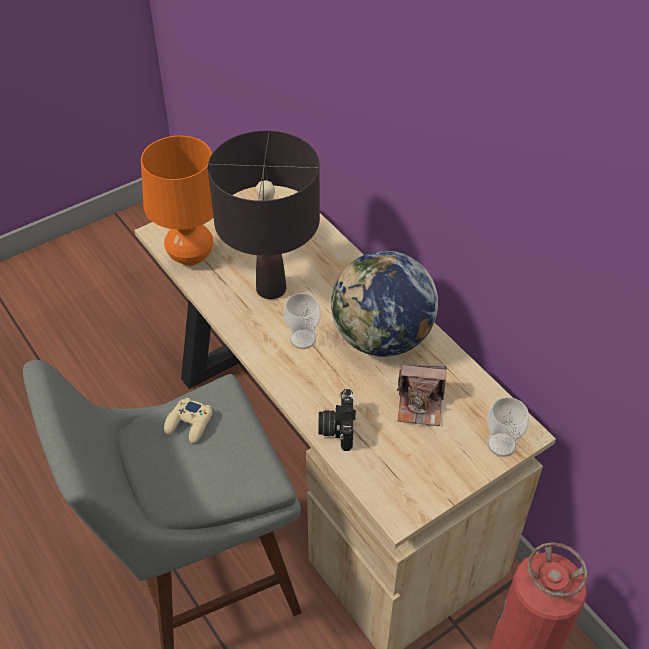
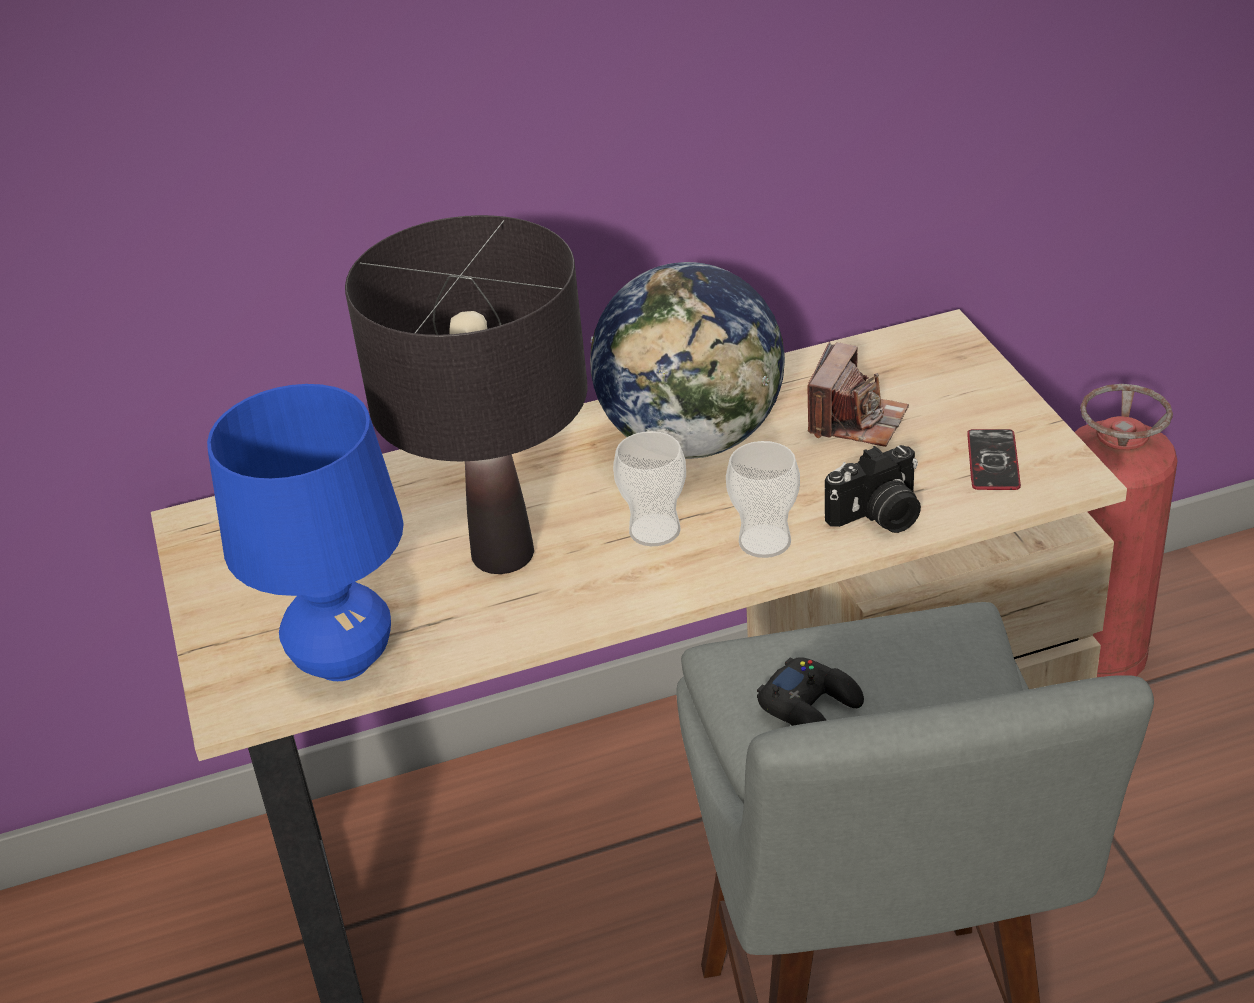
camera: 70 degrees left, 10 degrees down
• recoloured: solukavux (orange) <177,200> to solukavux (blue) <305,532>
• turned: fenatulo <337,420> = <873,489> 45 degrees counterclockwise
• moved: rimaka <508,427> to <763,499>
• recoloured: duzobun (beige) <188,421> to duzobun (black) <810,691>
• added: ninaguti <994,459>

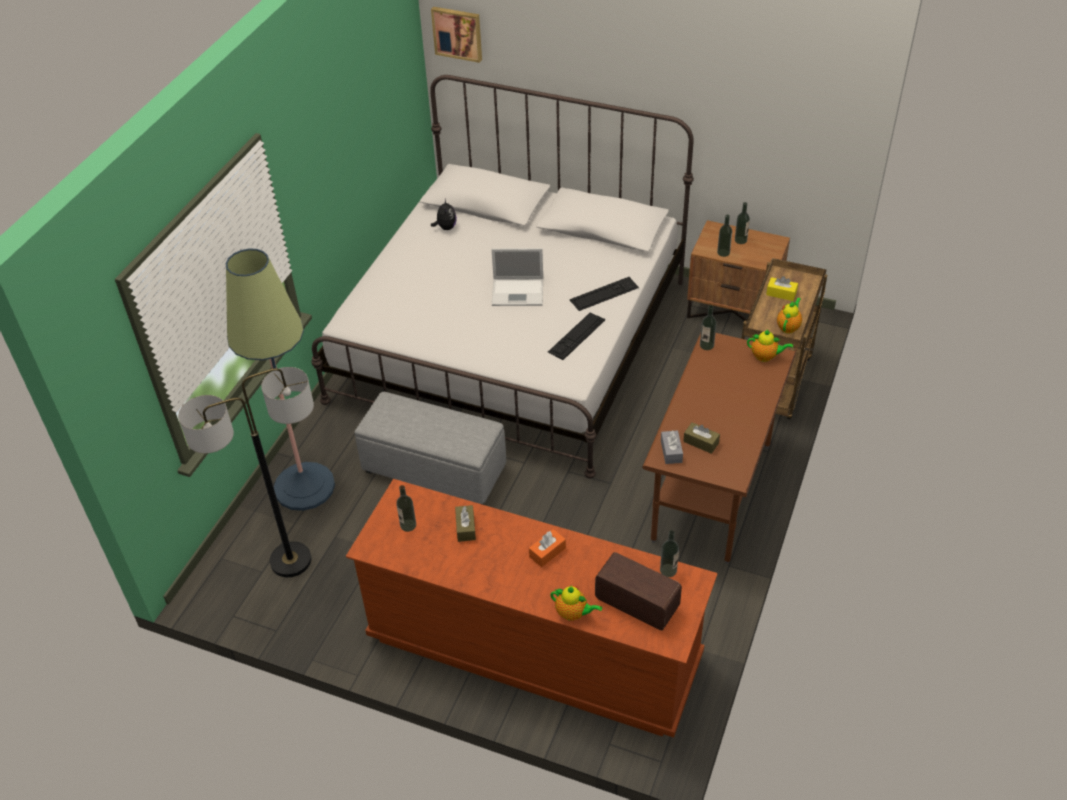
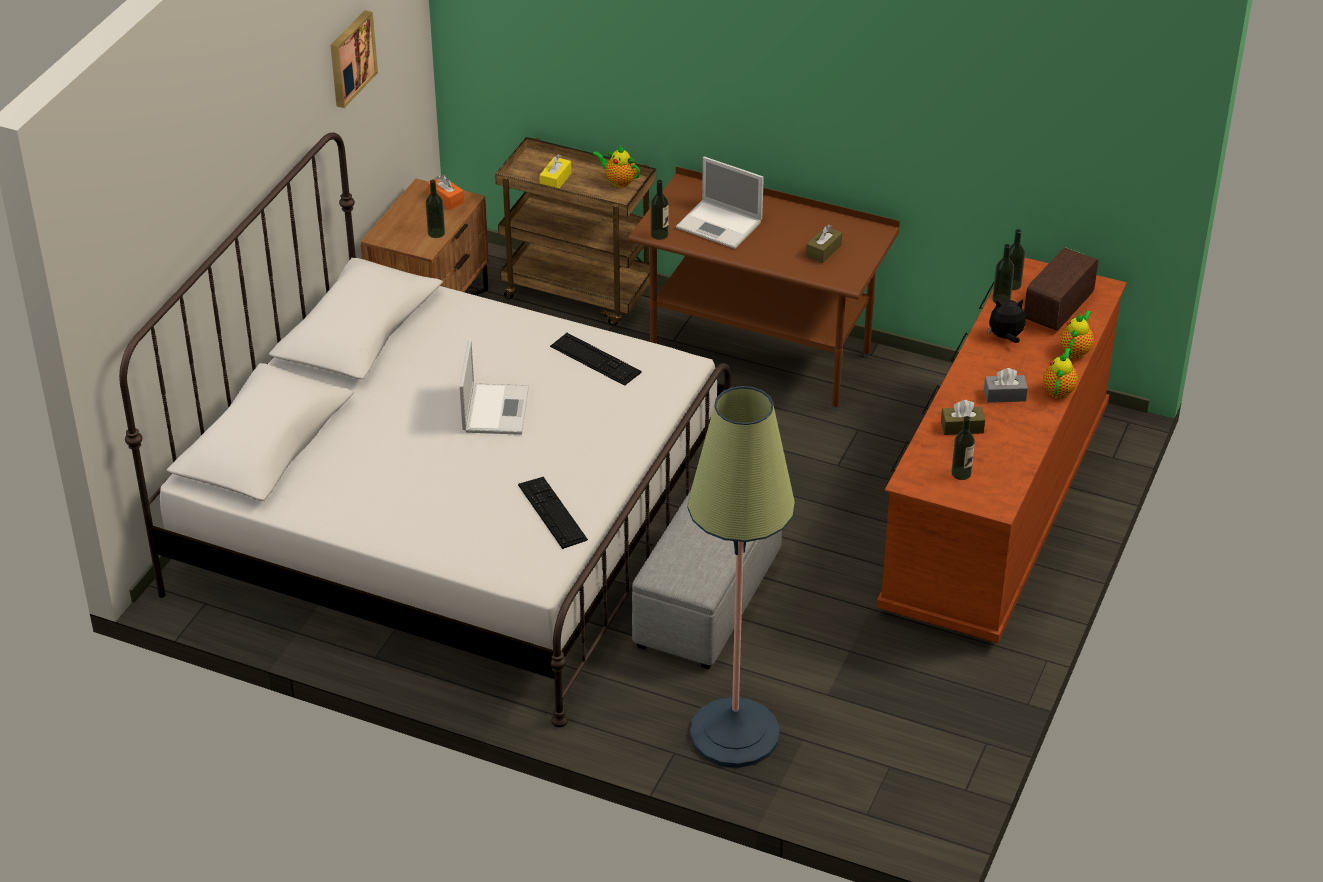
camera: 90 degrees left, 5 degrees down
• moved: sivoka <456,35> to <354,59>
• moved: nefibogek <444,214> to <1006,321>
• moved: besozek <742,223> to <1003,273>
• moved: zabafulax <604,294> to <553,513>
• moved: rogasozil <770,346> to <1060,373>
• removed: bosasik <246,472>
• moved: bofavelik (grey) <672,447> to <1006,385>
• moved: bofavelik (orange) <547,548> to <446,192>
• added: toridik <720,203>

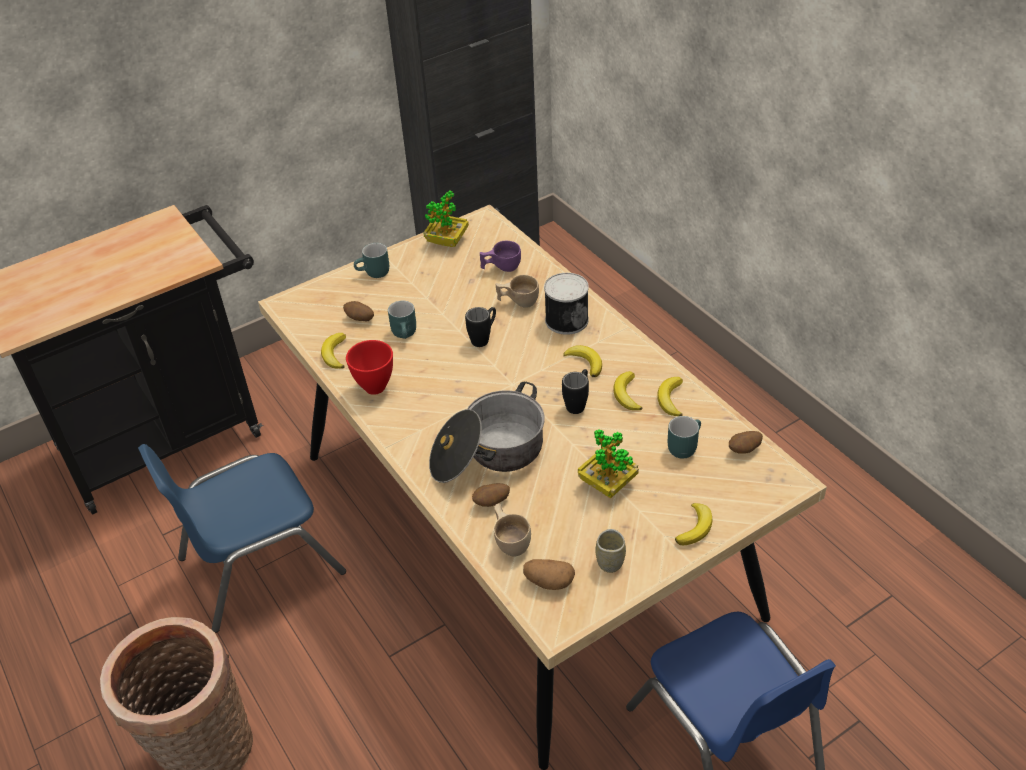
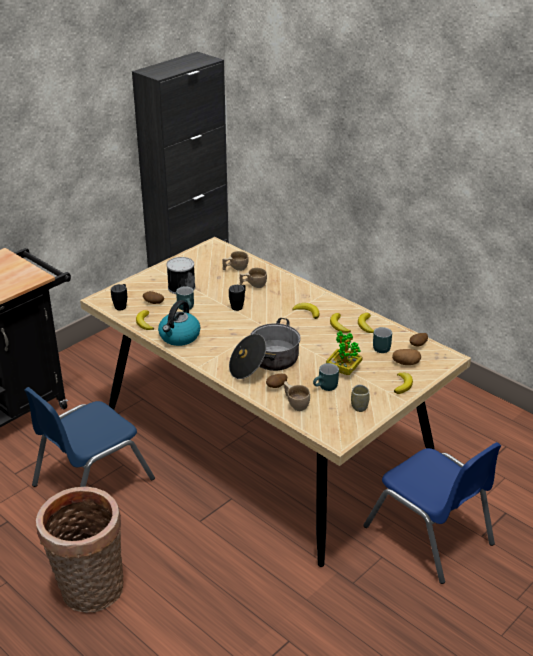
camera: 15 degrees left, 10 degrees down
• removed: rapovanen <446,218>
• recoloured: rimaka (purple) <500,256> to rimaka (beige) <235,261>
• moved: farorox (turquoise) <371,260> to <326,377>
• moved: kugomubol <566,304> to <180,275>
• replaced: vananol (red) <369,367> to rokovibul <179,323>
• moved: farorox (black) <575,391> to <119,297>
• moved: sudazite <549,574> to <406,357>

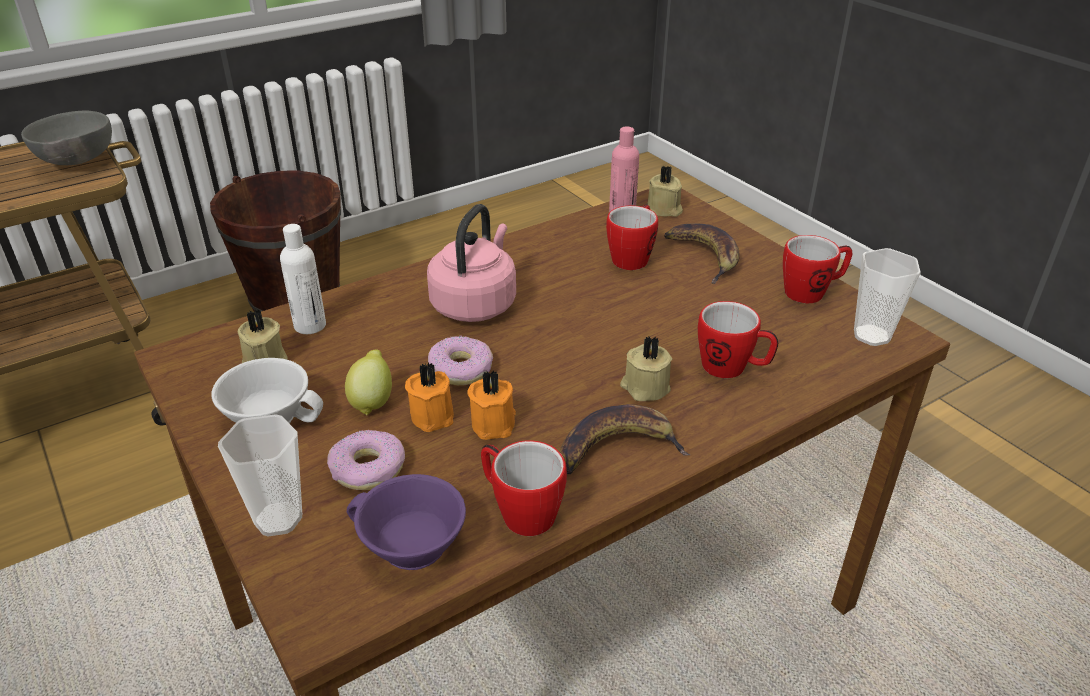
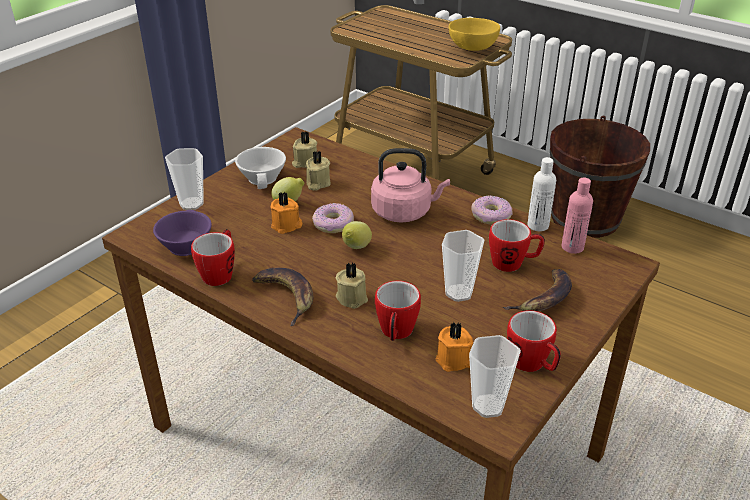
camera: 70 degrees right, 0 degrees up
• recoloured: vananol (grey) <66,137> to vananol (yellow) <474,34>
• moved: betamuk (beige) <665,191> to <318,171>
• moved: besozek (white) <303,279> to <541,194>
• moved: betamuk (orange) <491,405> to <454,347>
• moved: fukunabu <366,459> to <491,210>
• added: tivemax <357,235>
• added: rimaka <463,266>

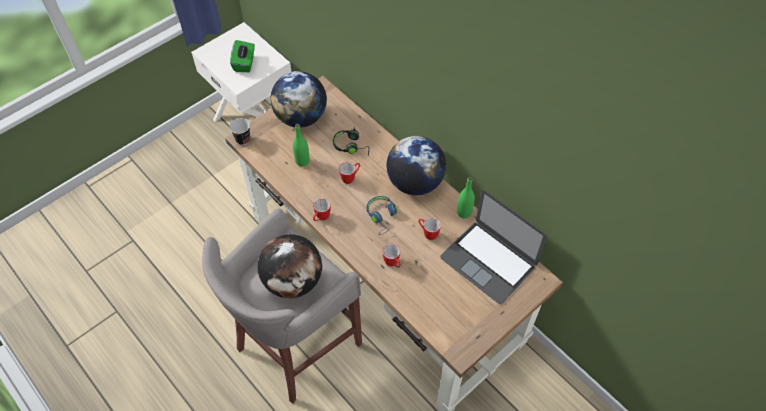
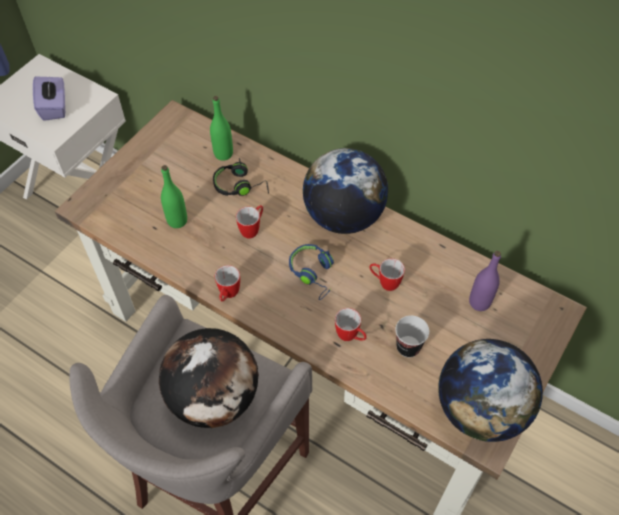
camera: 15 degrees left, 0 degrees up
• recoloured: bofavelik (green) <242,56> to bofavelik (purple) <49,98>
• moved: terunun <299,99> to <490,390>
• moved: rimaka <240,131> to <412,336>
• moved: besozek (green) <466,197> to <221,128>
• replaced: toridik <493,247> to besozek (purple) <485,281>

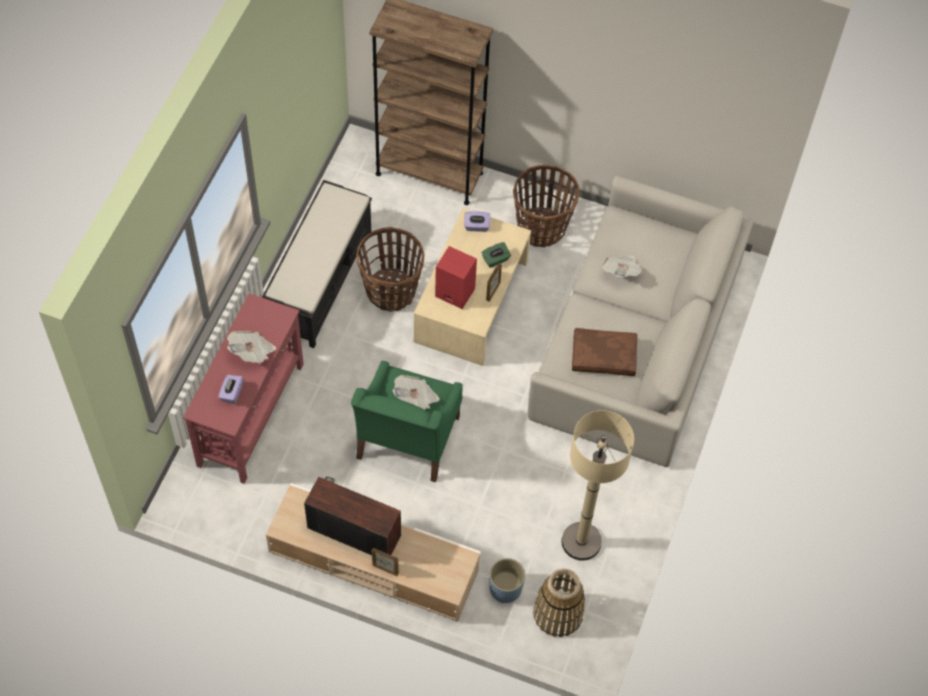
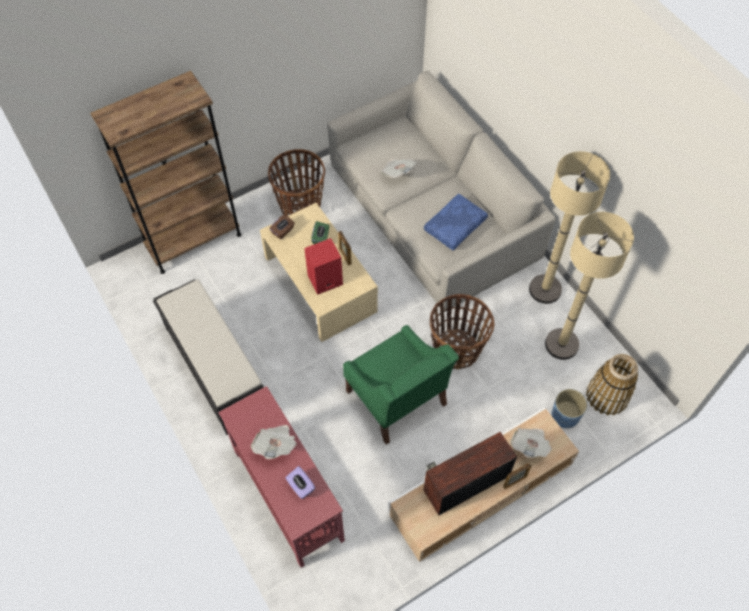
camera: 50 degrees left, 0 degrees up
• recoloured: bofavelik (purple) <477,221> to bofavelik (brown) <282,226>
• moved: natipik <390,269> to <462,331>
• recoloured: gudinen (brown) <604,352> to gudinen (blue) <456,222>
• moved: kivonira <416,392> to <531,443>
• added: bosasik (beige) <569,227>

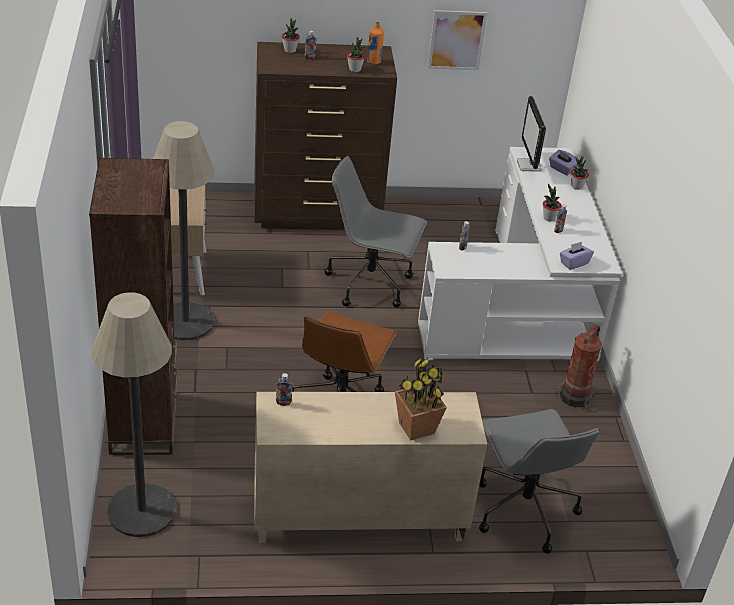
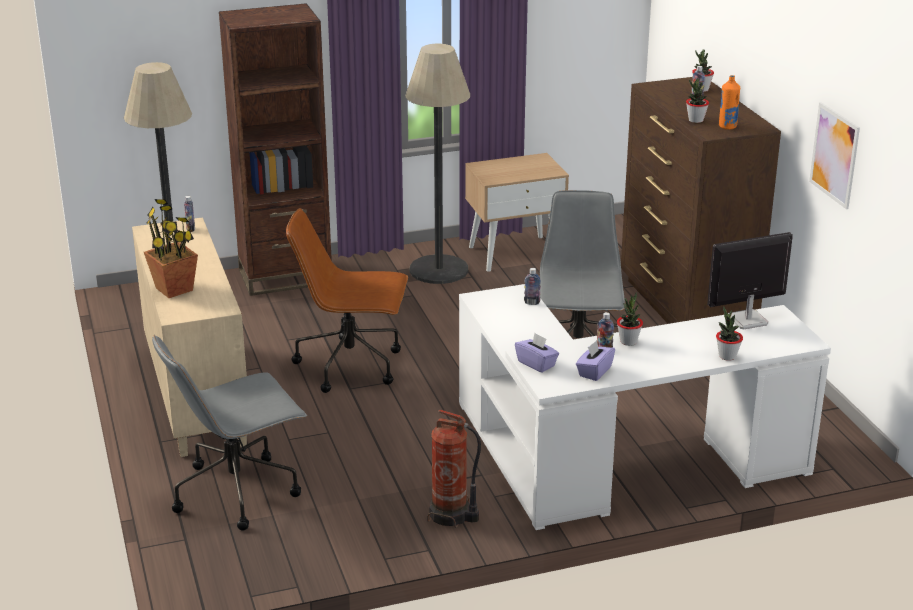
camera: 80 degrees right, 10 degrees down
• moved: bofavelik (purple) <563,162> to <595,360>

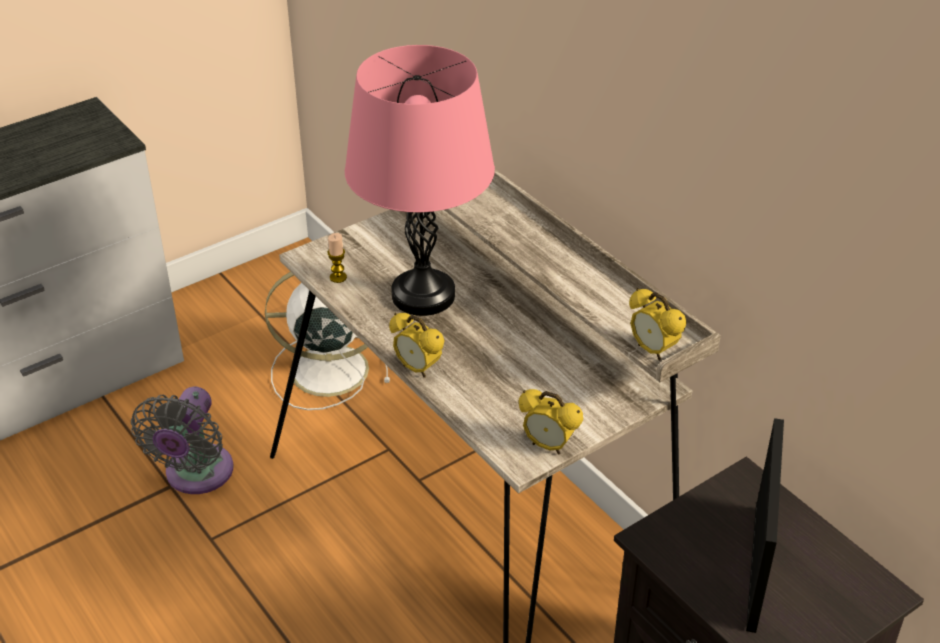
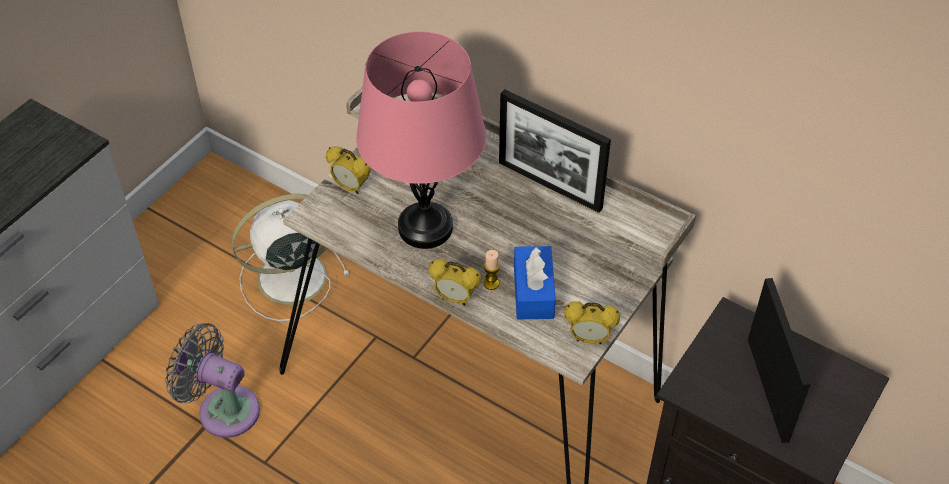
camera: 20 degrees left, 10 degrees up
• moved: betamuk <337,258> to <492,270>
• moved: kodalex <658,324> to <348,170>
• turned: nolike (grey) <182,440> = <212,380> 120 degrees clockwise
• added: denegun <555,151>
• added: bofavelik (blue) <535,282>

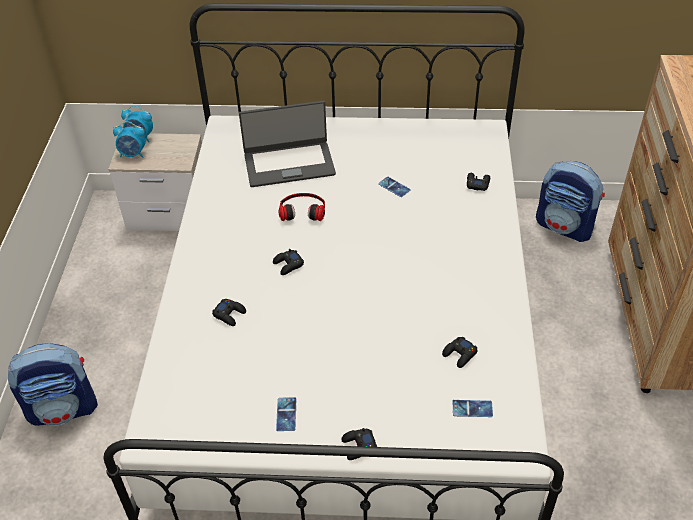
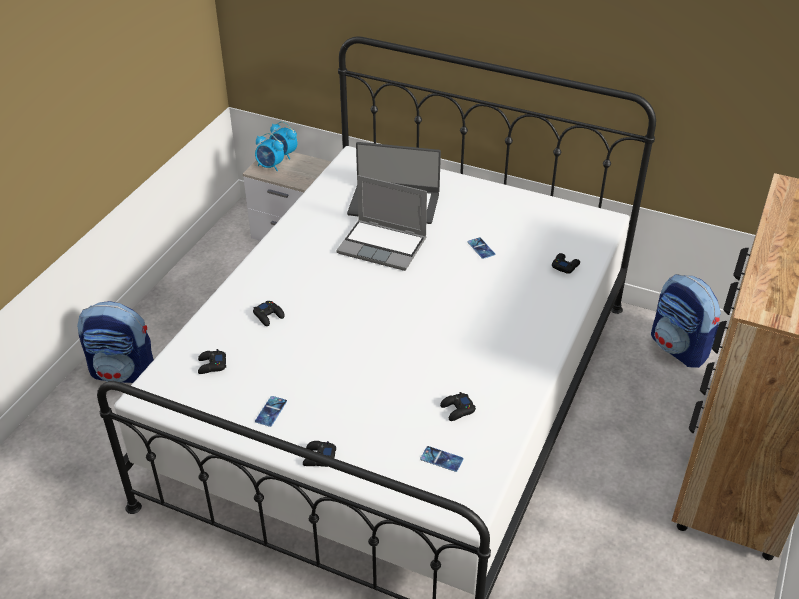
camera: 20 degrees right, 5 degrees down
• replaced: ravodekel <301,207> to toridik <382,223>
• moved: duzobun (black) <288,262> to <212,361>

